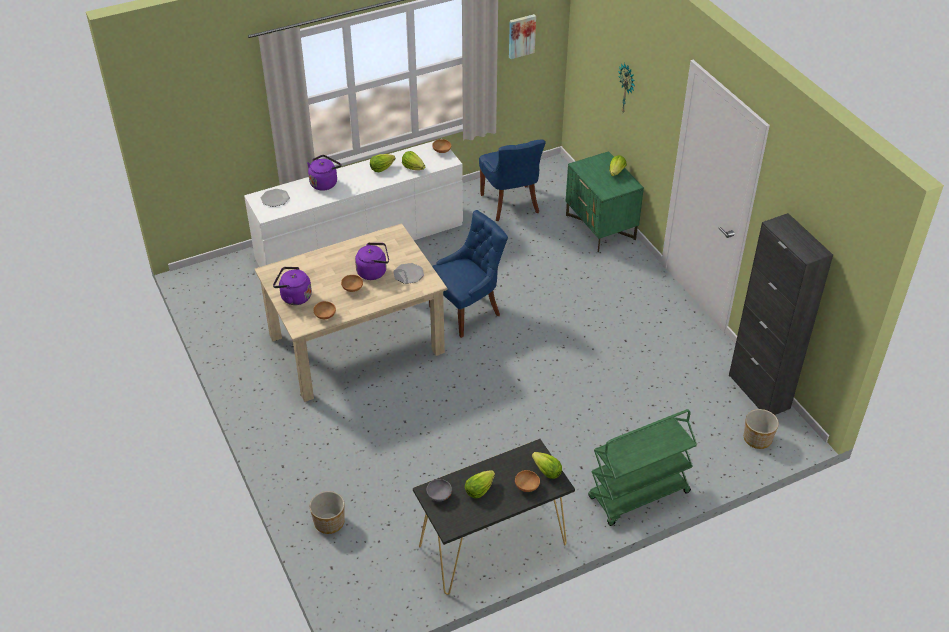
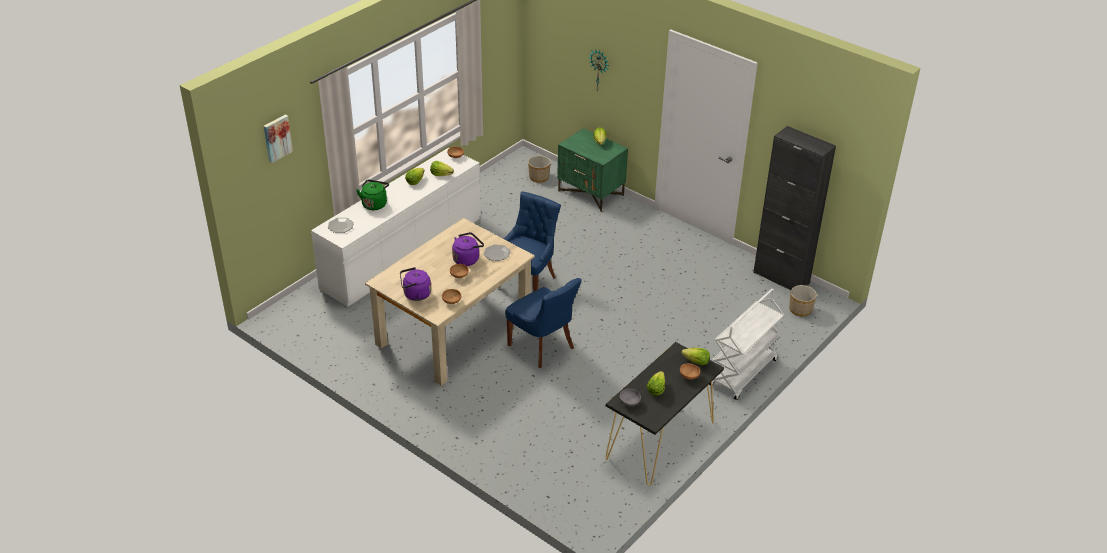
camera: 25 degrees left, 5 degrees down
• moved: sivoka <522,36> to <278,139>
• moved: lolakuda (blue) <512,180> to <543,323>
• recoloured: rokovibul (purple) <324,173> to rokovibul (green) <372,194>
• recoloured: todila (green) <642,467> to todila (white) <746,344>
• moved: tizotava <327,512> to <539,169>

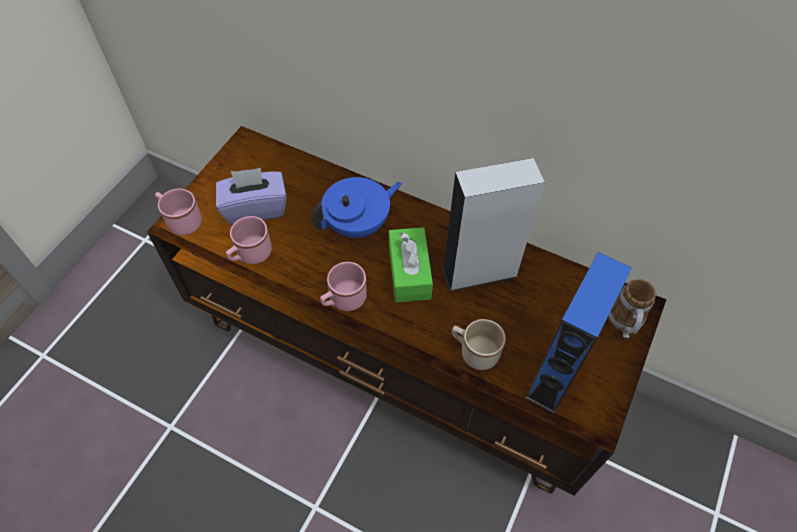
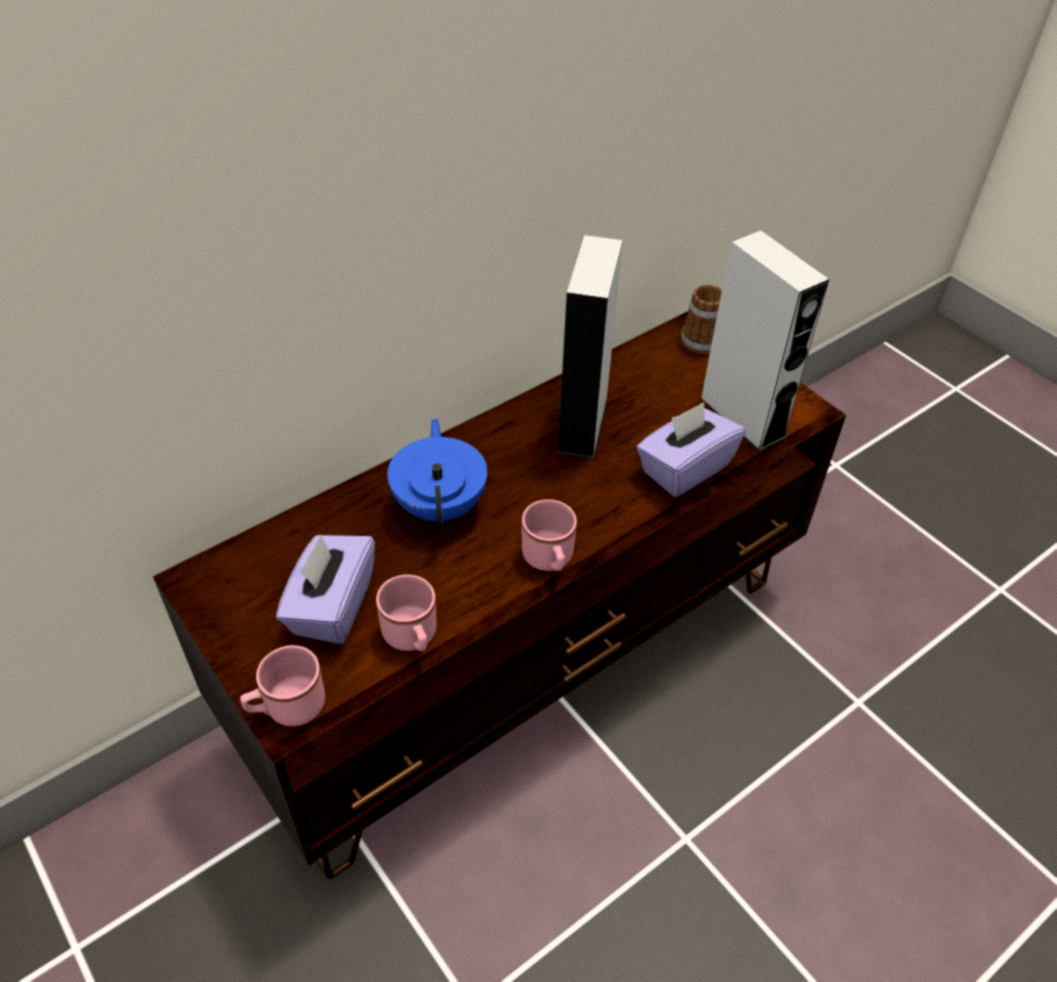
camera: 65 degrees left, 10 degrees down
• removed: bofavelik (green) <411,264>
• recoloured: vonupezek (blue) <578,332> to vonupezek (grey) <764,341>
• replaced: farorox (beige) <479,344> to bofavelik (purple) <690,449>

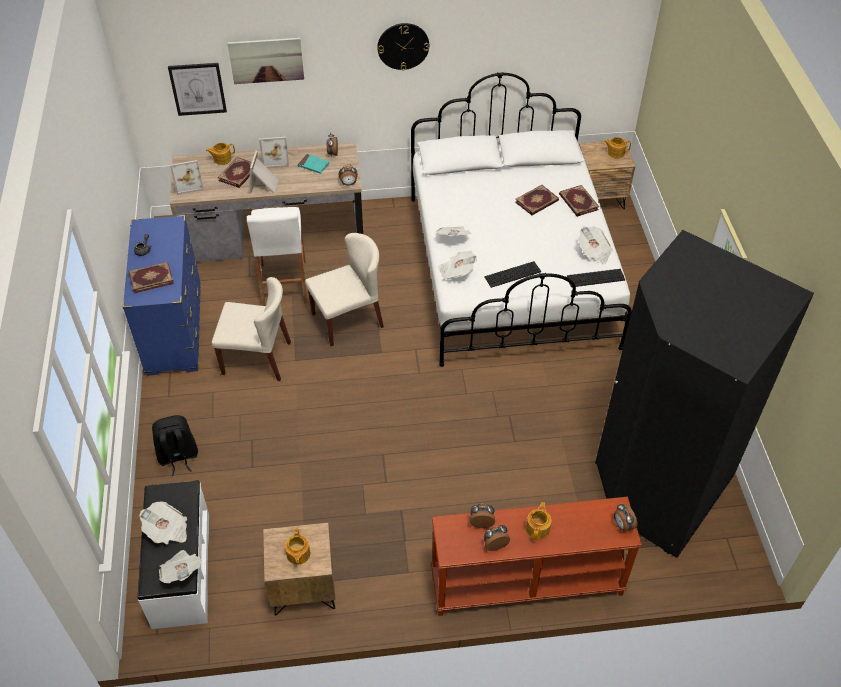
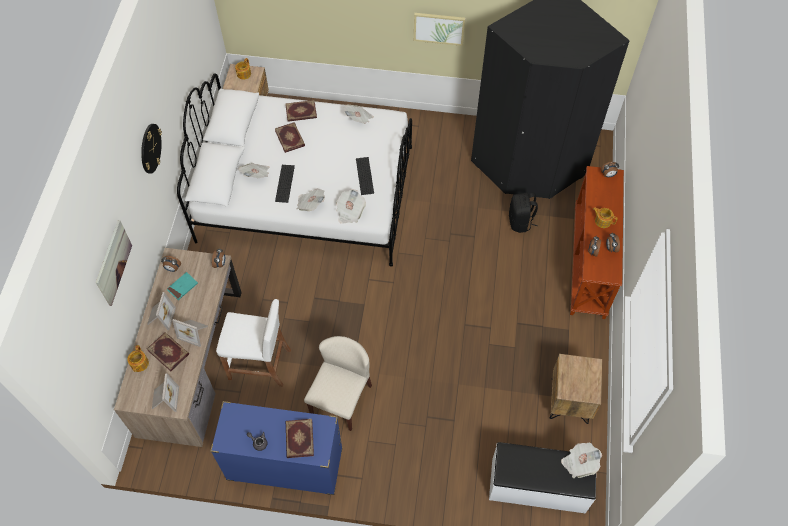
camera: 75 degrees left, 10 degrees up
• removed: sivoka <197,89>
• removed: lolakuda (beige) <344,289>
• moved: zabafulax <596,278> to <285,184>
• moved: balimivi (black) <175,445> to <523,213>
• moved: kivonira <163,522> to <254,170>
• removed: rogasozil <297,546>

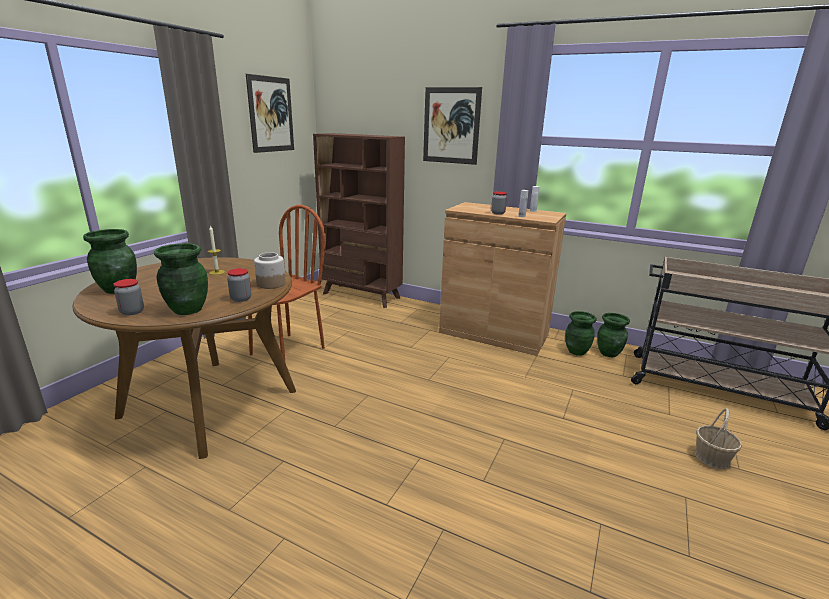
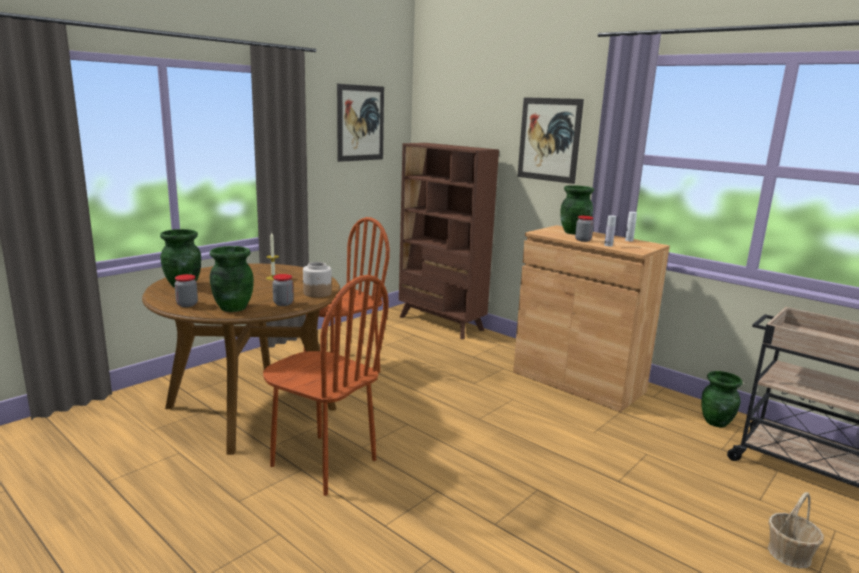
camera: 15 degrees right, 5 degrees down
• moved: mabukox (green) <581,333> to <577,210>
• added: lolakuda (brown) <326,385>

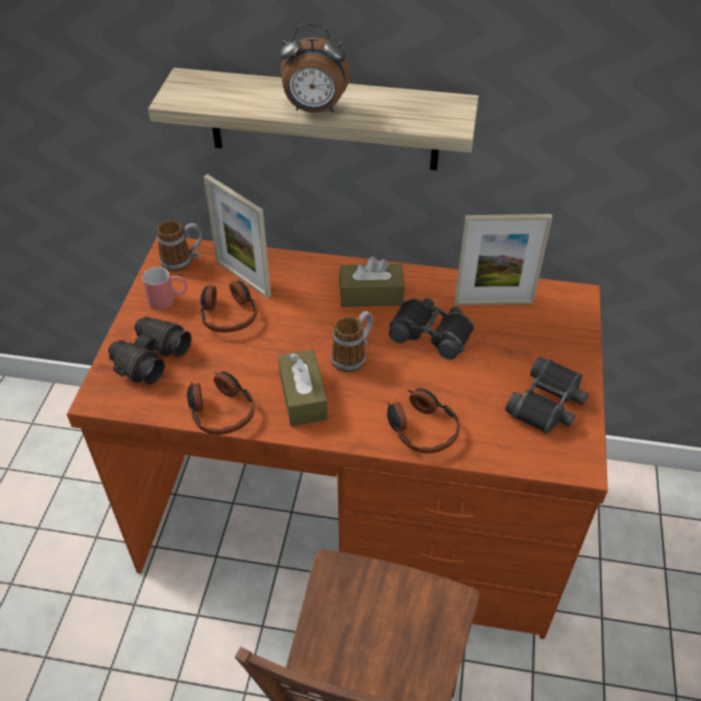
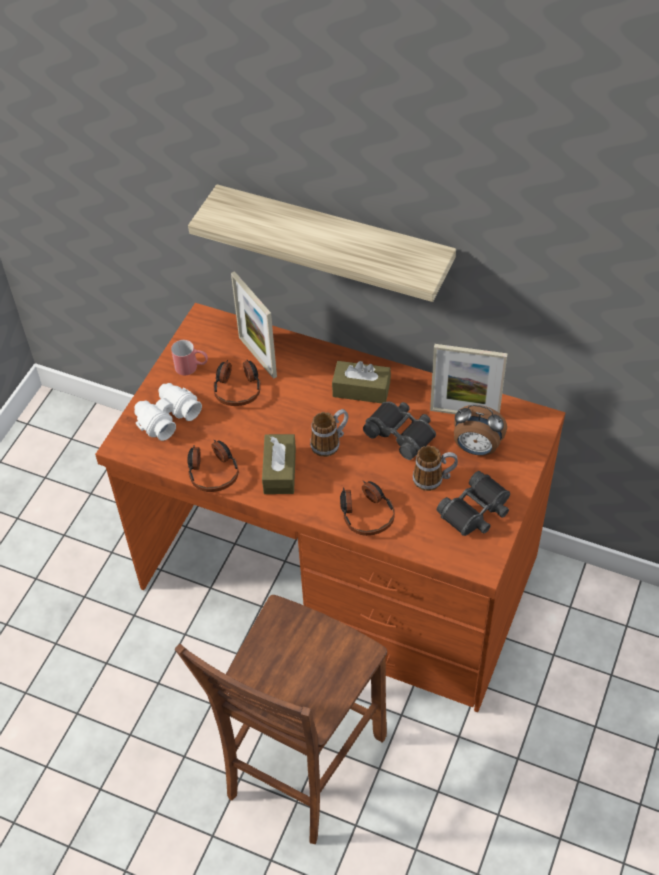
camera: 15 degrees right, 5 degrees up
• moved: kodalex <315,68> to <480,430>
• moved: farorox <179,245> to <435,468>
• recoloured: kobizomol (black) <149,350> to kobizomol (white) <168,412>

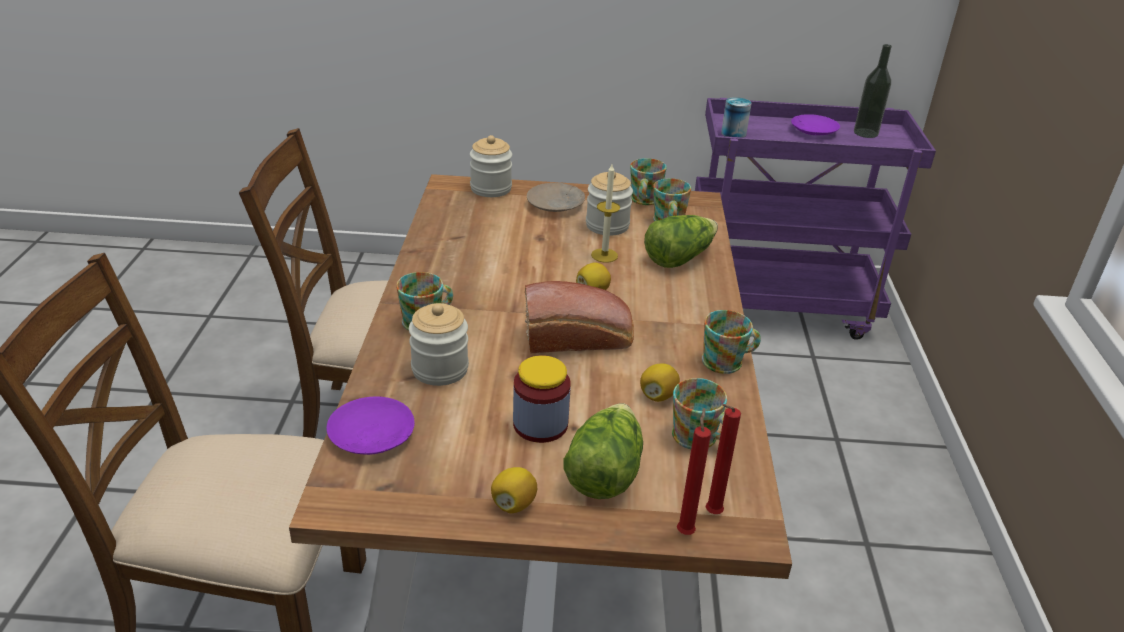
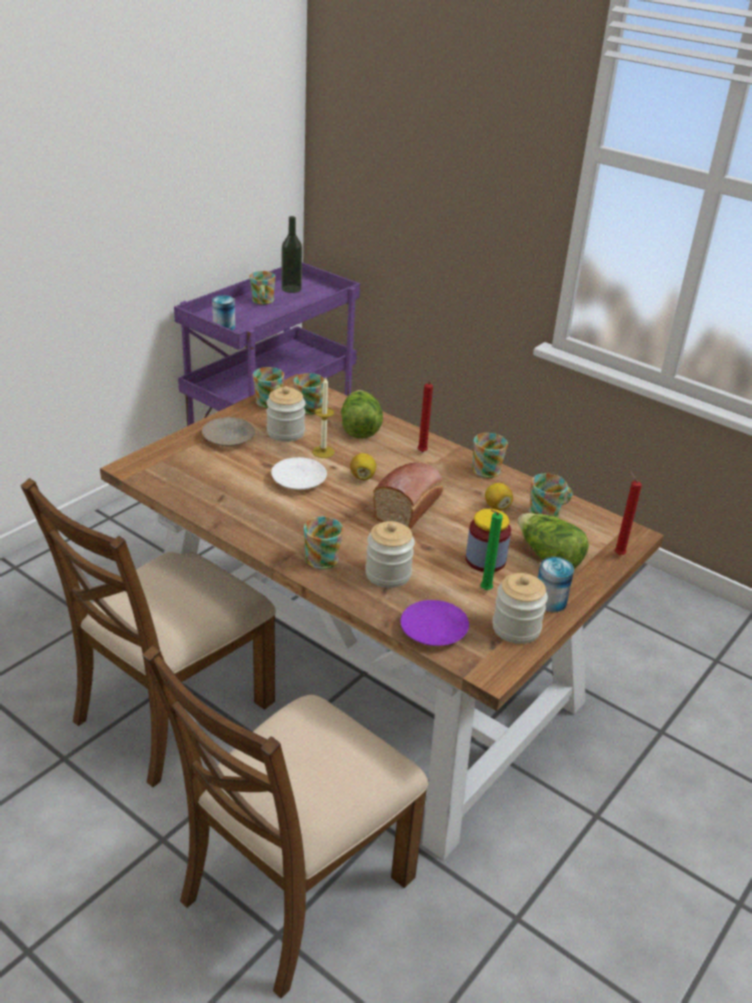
camera: 55 degrees left, 0 degrees up
• replaced: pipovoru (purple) <815,124> to farorox <262,287>
• moved: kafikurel <491,166> to <520,608>
• moved: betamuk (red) <723,459> to <425,416>
• replaced: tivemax <514,490> to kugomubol <556,584>
• added: pipovoru (white) <299,473>
• added: betamuk (green) <492,550>

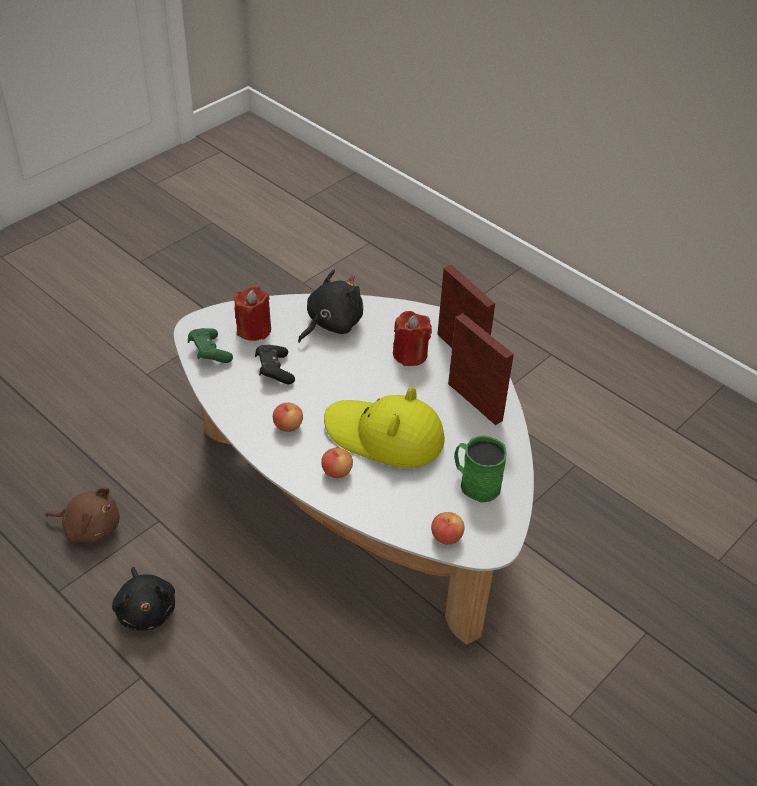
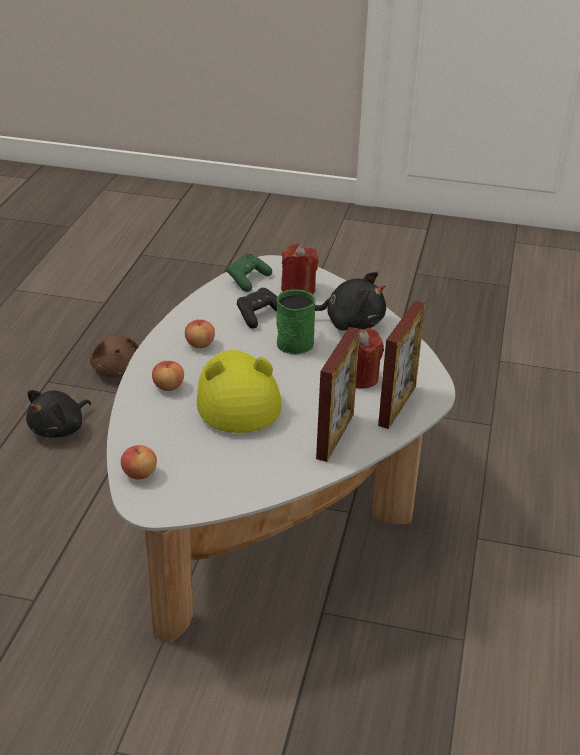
camera: 60 degrees right, 10 degrees down
• moved: farorox (green) <480,469> to <296,321>

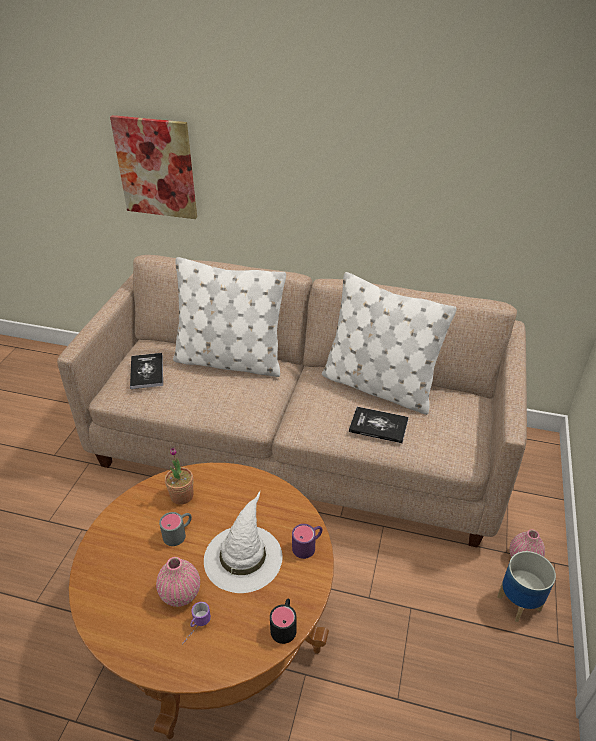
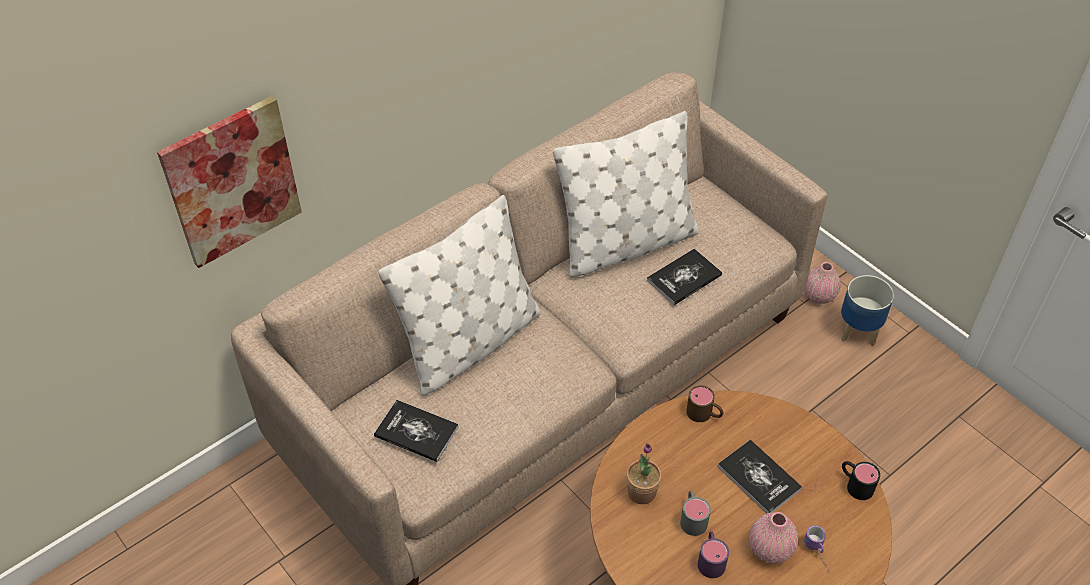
camera: 55 degrees left, 10 degrees up
• replaced: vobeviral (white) <243,542> to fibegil <759,476>
• moved: farorox (purple) <307,541> to <713,554>
• added: farorox (brown) <704,403>

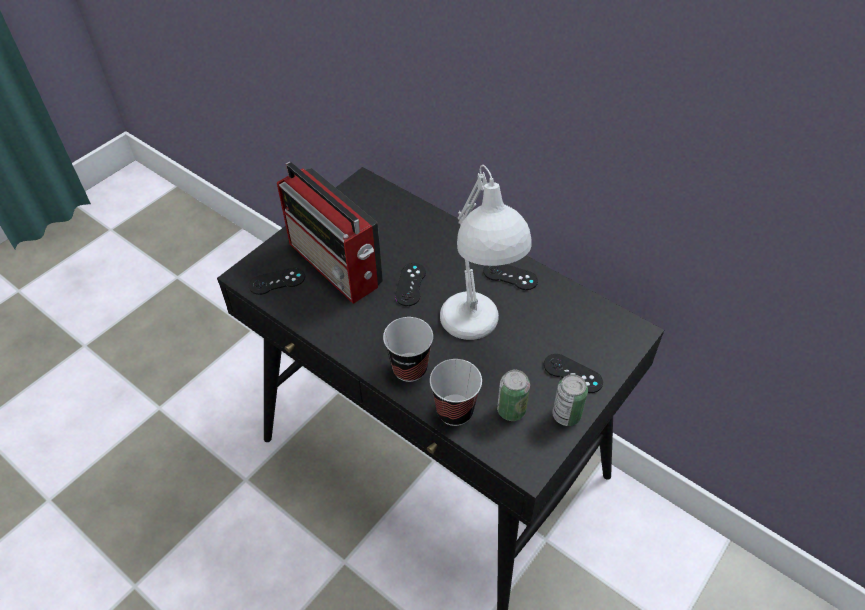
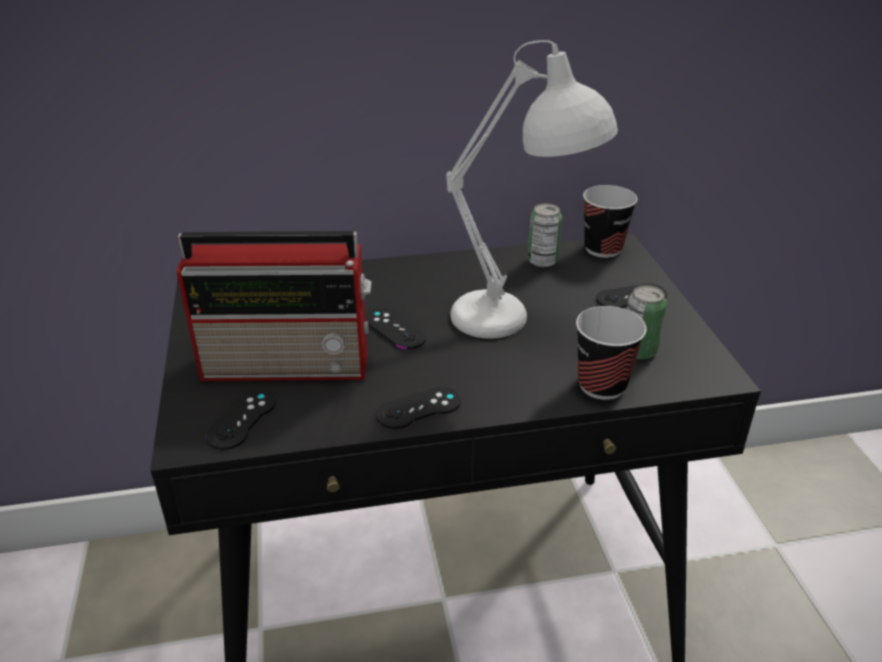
camera: 50 degrees left, 15 degrees down
• moved: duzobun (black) <510,277> to <418,408>
• moved: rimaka <408,349> to <610,221>
• moved: kugomubol <570,400> to <545,235>

